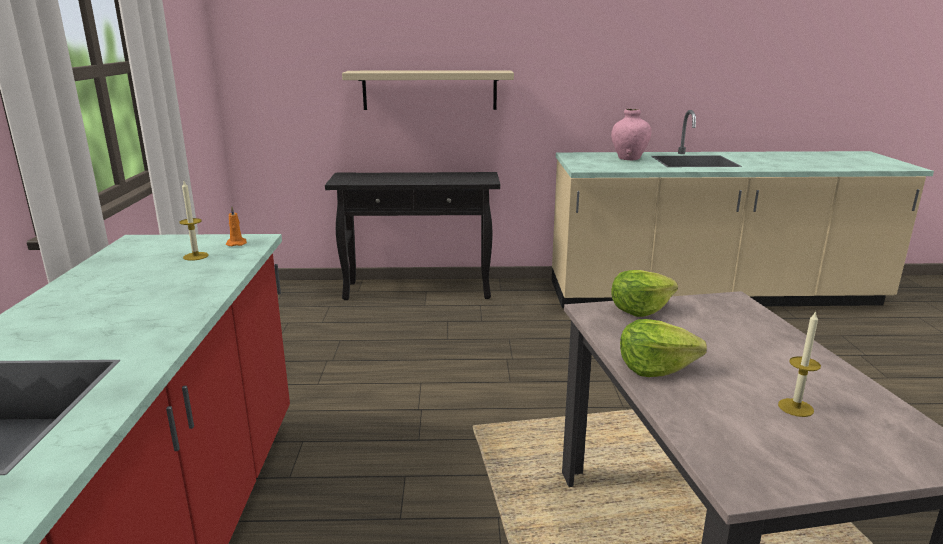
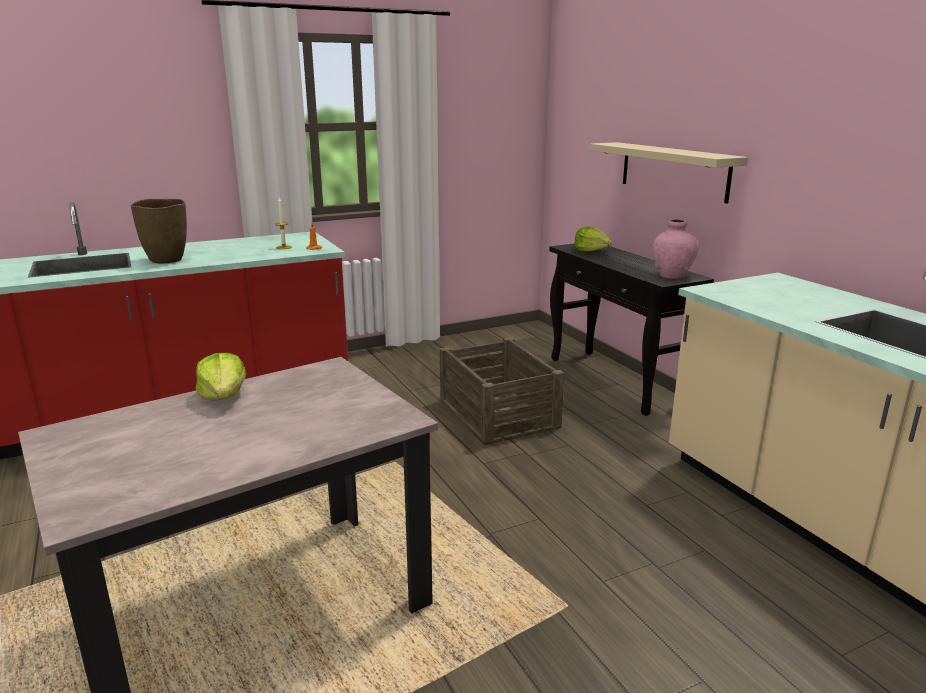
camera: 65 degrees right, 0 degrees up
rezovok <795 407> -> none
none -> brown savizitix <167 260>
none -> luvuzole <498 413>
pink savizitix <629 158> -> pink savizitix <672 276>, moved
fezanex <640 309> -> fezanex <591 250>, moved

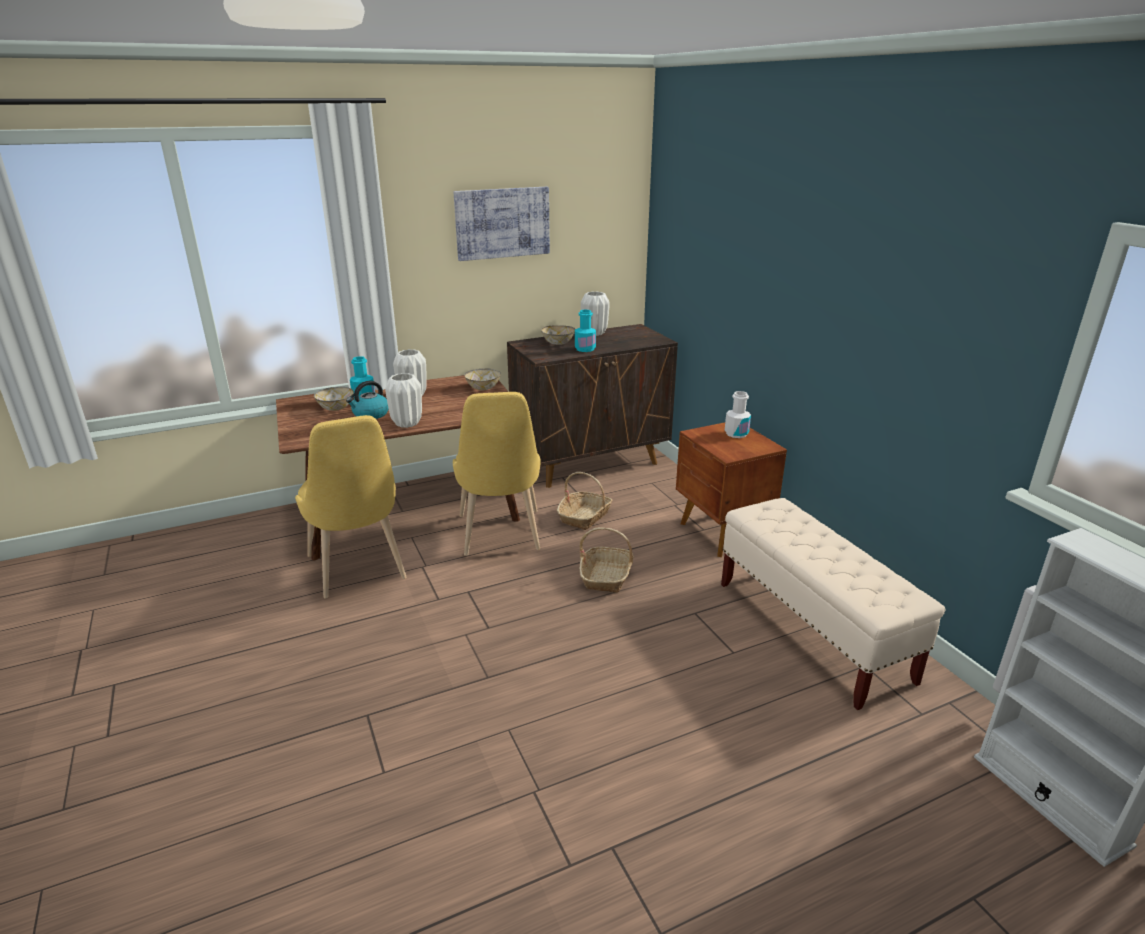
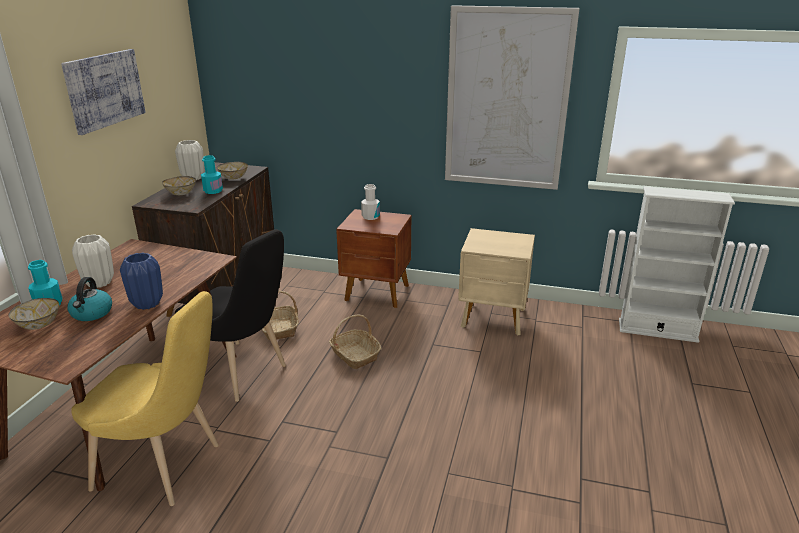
camera: 50 degrees left, 0 degrees up
none -> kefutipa <506 100>
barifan <482 388> -> barifan <233 178>, moved
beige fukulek <811 631> -> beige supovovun <494 319>
white savizitix <407 423> -> blue savizitix <147 304>
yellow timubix <500 536> -> black timubix <241 374>

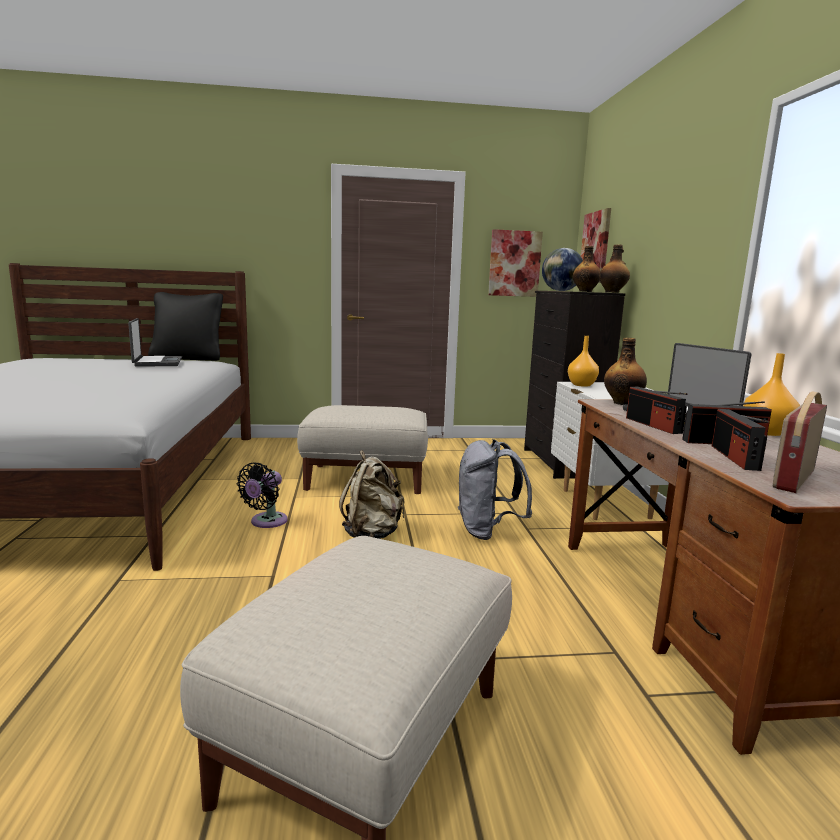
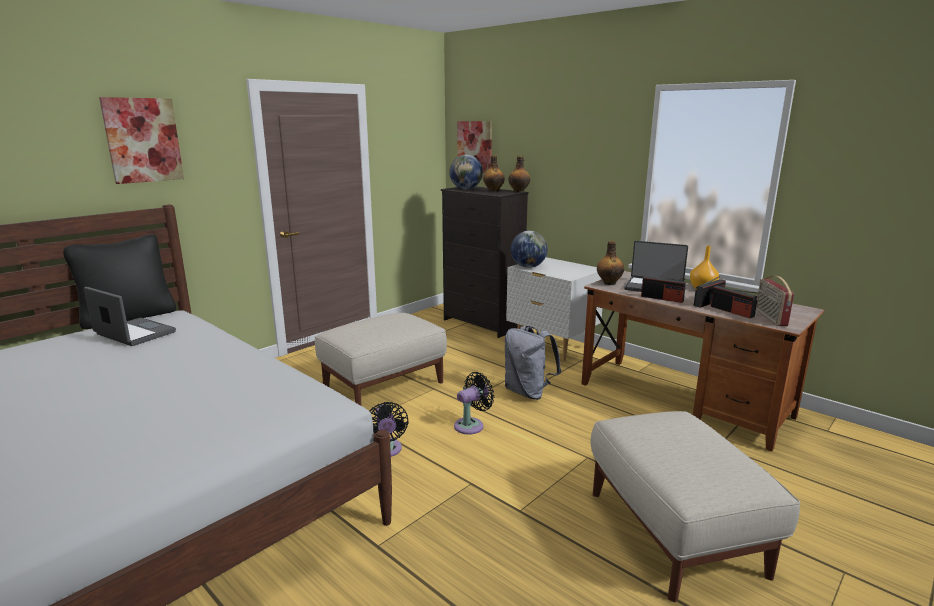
camera: 40 degrees left, 5 degrees up
kefutipa <514 263> -> kefutipa <143 140>, moved
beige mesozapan <372 534> -> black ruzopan <471 425>
orange savizitix <582 385> -> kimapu <528 267>

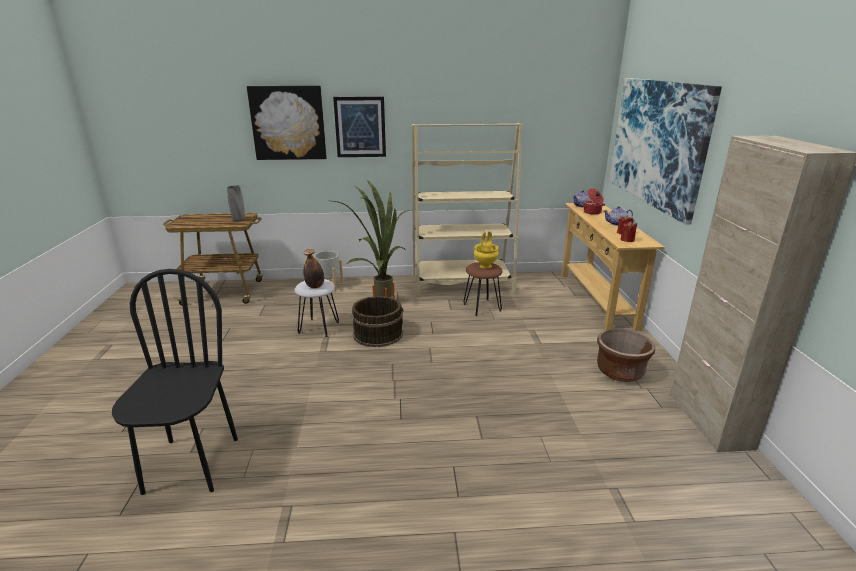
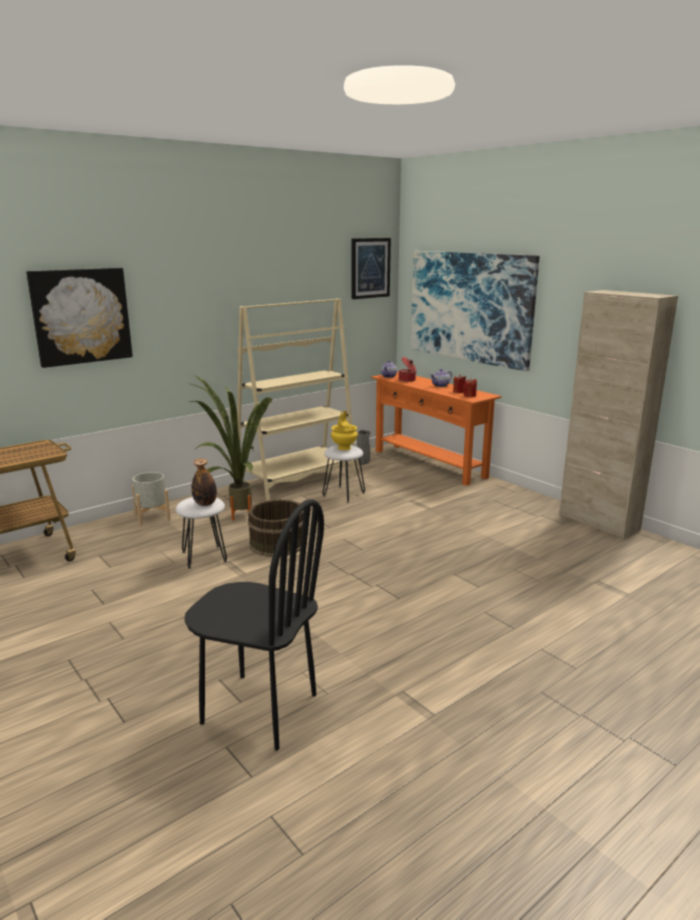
camera: 35 degrees left, 5 degrees down
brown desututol <620 372> -> none
grey savizitix <238 220> -> grey savizitix <363 463>, moved
kefutipa <360 127> -> kefutipa <370 268>, moved
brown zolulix <482 307> -> white zolulix <344 494>
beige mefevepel <597 299> -> orange mefevepel <429 463>
black timubix <191 464> -> black timubix <259 709>, 150 degrees clockwise

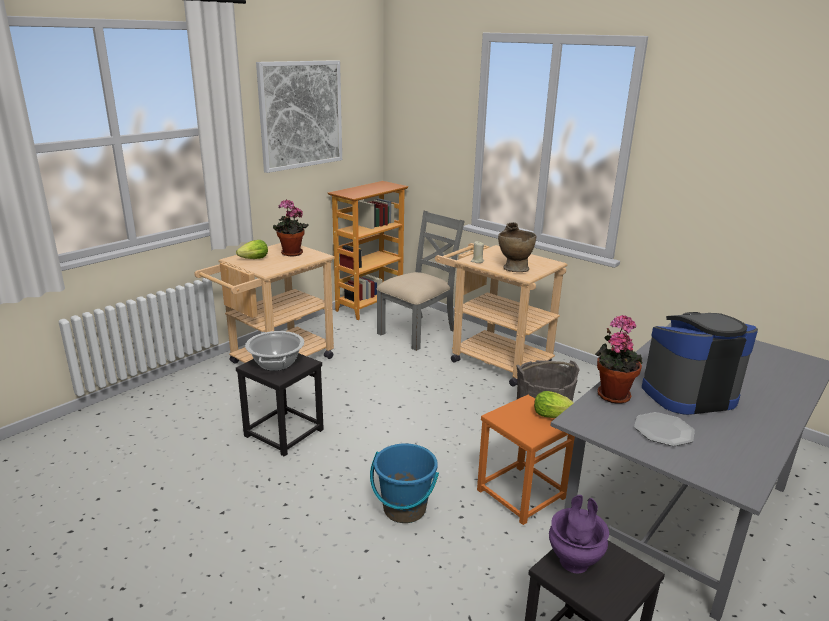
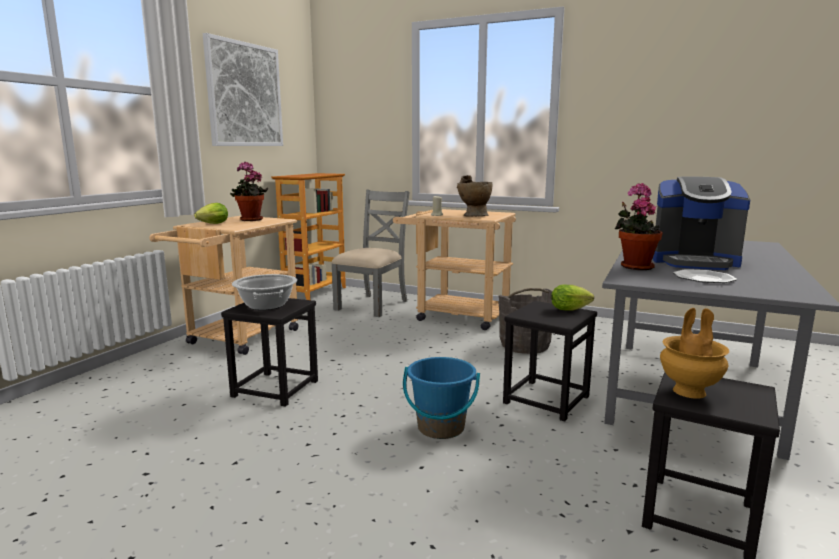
camera: 15 degrees left, 10 degrees down
orange zolulix <521 493> -> black zolulix <545 399>
purple savizitix <575 562> -> brown savizitix <690 391>
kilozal <687 393> -> kilozal <694 261>, 135 degrees counterclockwise

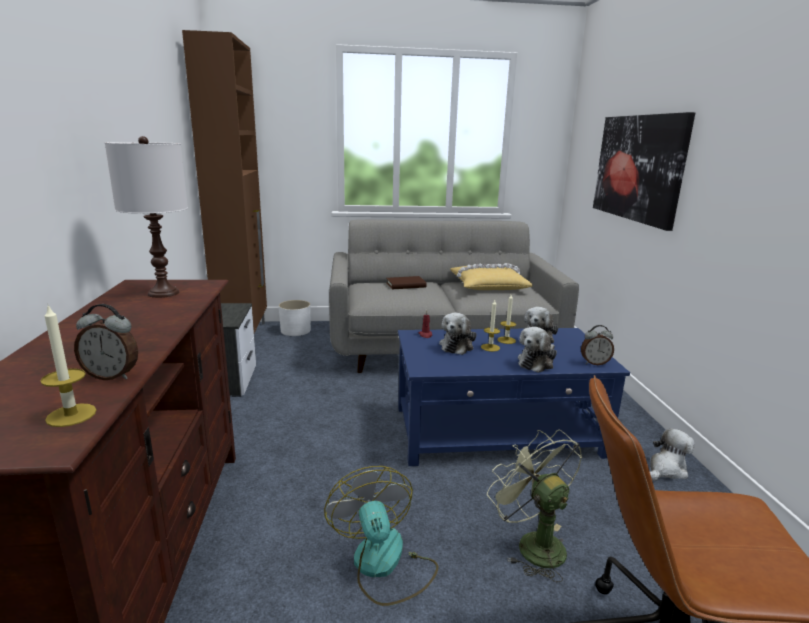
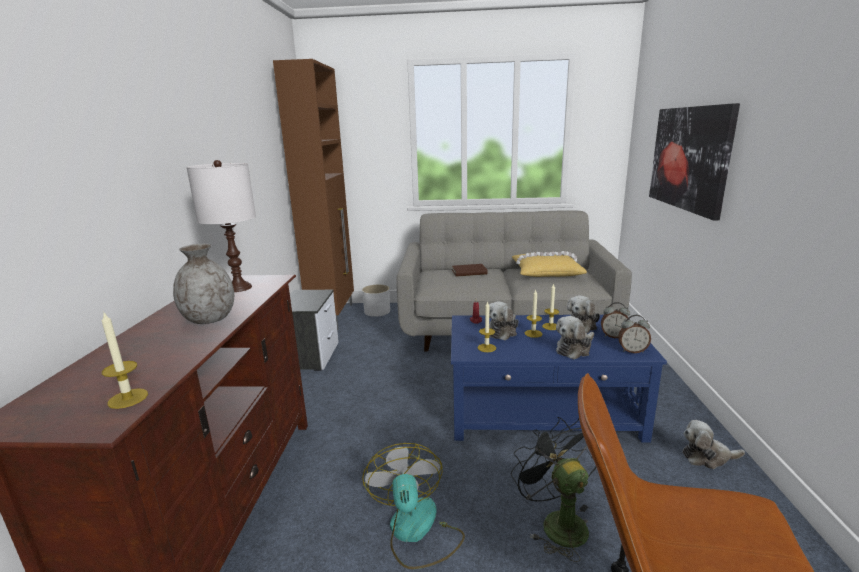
camera: 10 degrees right, 0 degrees up
none -> grey savizitix <209 319>
none -> rezovok <486 348>
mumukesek <112 376> -> mumukesek <614 336>, moved
green ruzopan <532 543> -> black ruzopan <557 522>
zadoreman <666 469> -> zadoreman <707 457>, 150 degrees counterclockwise

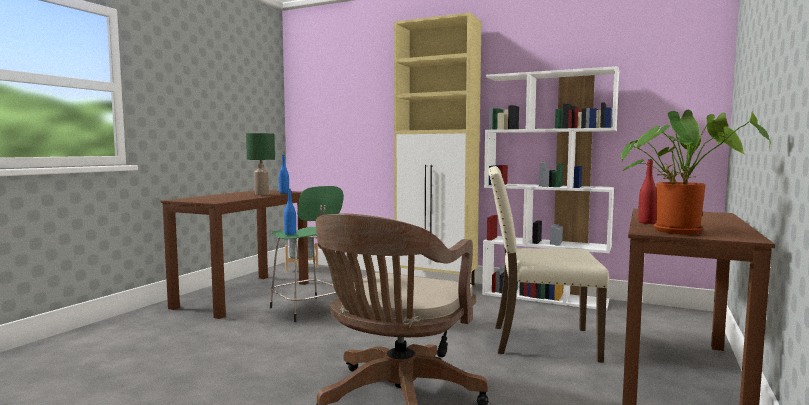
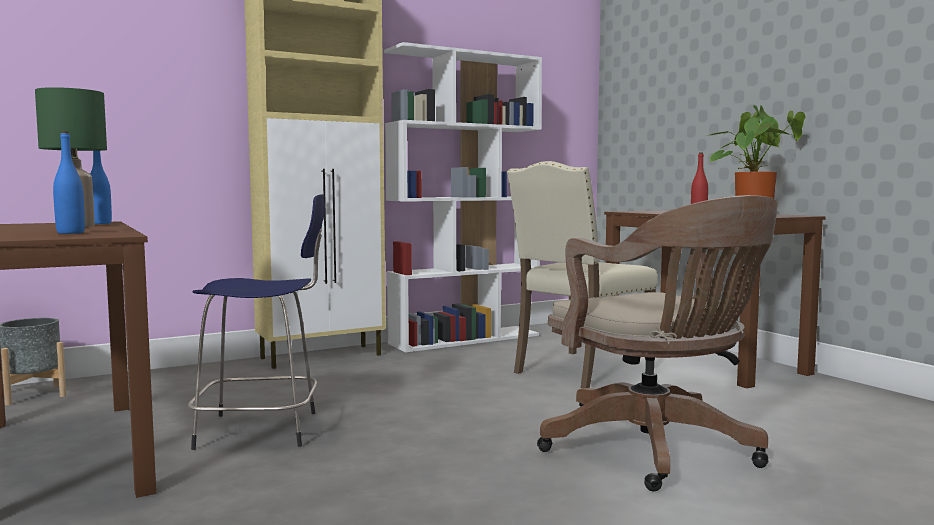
camera: 55 degrees left, 0 degrees up
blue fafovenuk <290 233> -> blue fafovenuk <70 233>, moved
green zolulix <307 310> -> blue zolulix <263 430>

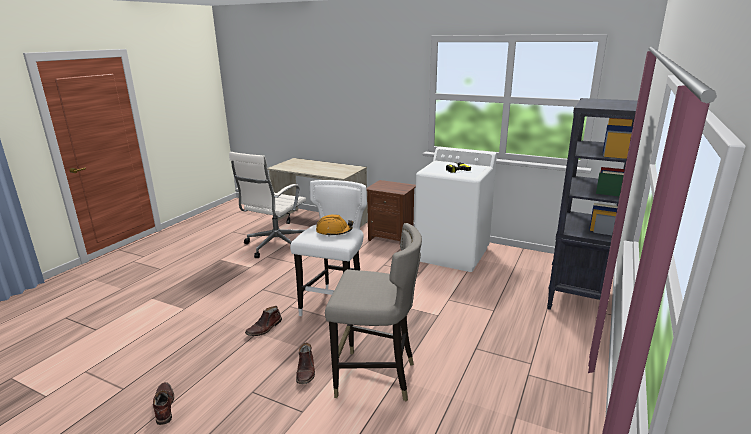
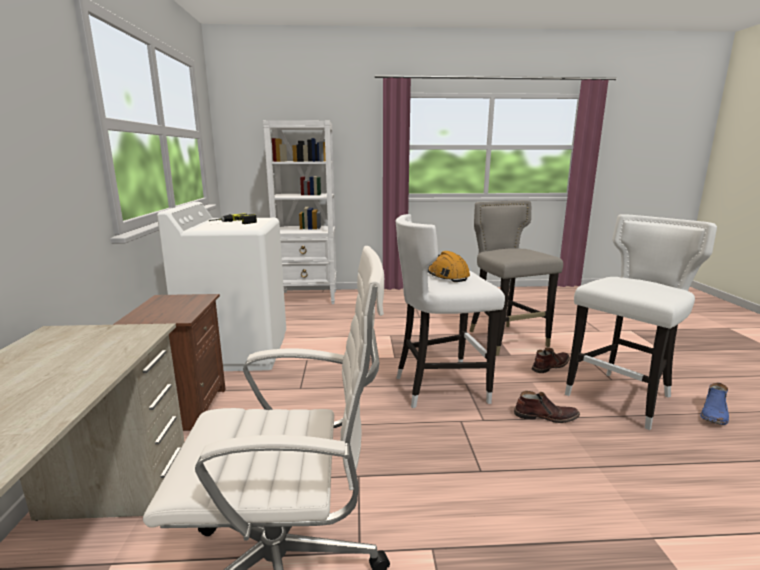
camera: 120 degrees left, 5 degrees down
none -> white zolulix <622 397>
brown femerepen <163 406> -> blue femerepen <714 414>
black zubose <576 299> -> white zubose <308 297>

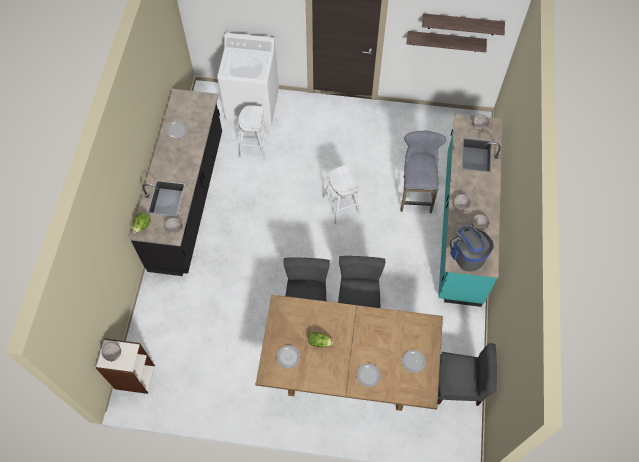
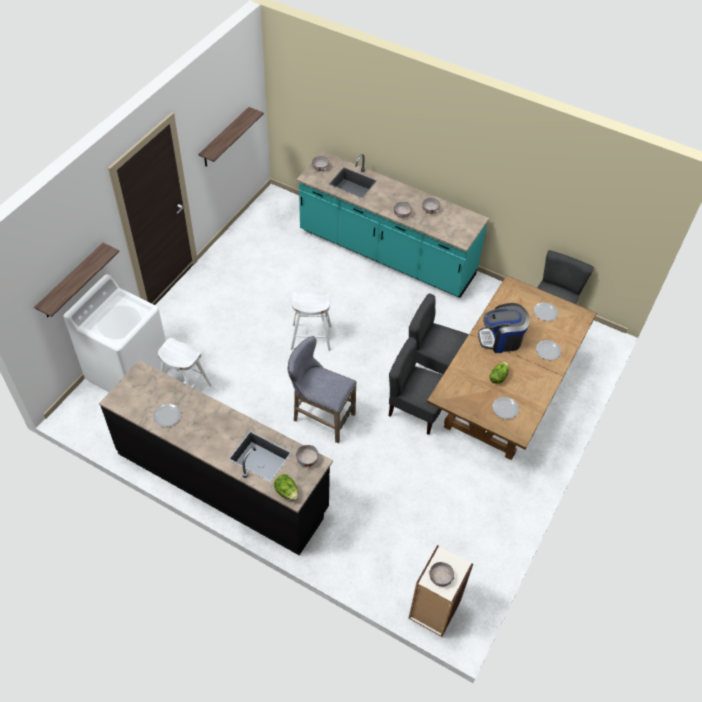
camera: 70 degrees left, 10 degrees down
grey zolulix <416 192> -> grey zolulix <320 417>, moved
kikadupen <462 24> -> kikadupen <72 282>, moved
kilozal <467 255> -> kilozal <501 339>, moved

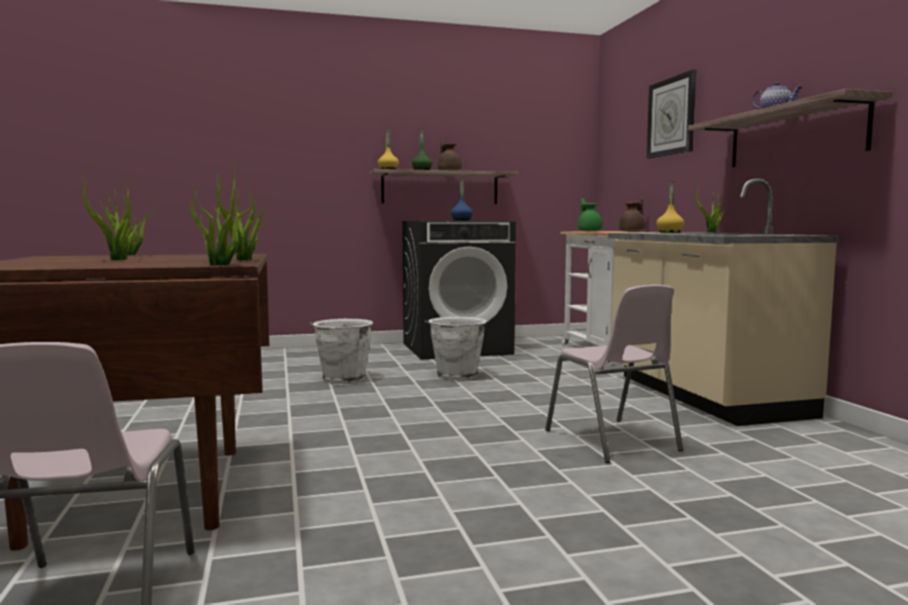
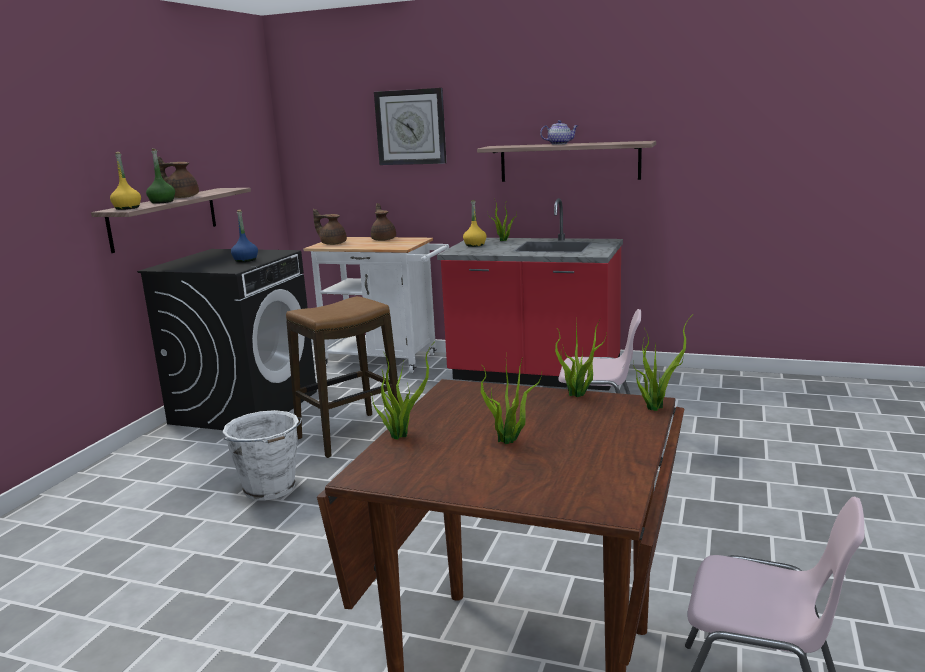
camera: 55 degrees left, 10 degrees up
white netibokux <456 376> -> zolulix <350 435>
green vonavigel <589 231> -> brown vonavigel <332 243>
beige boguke <701 395> -> red boguke <534 375>

